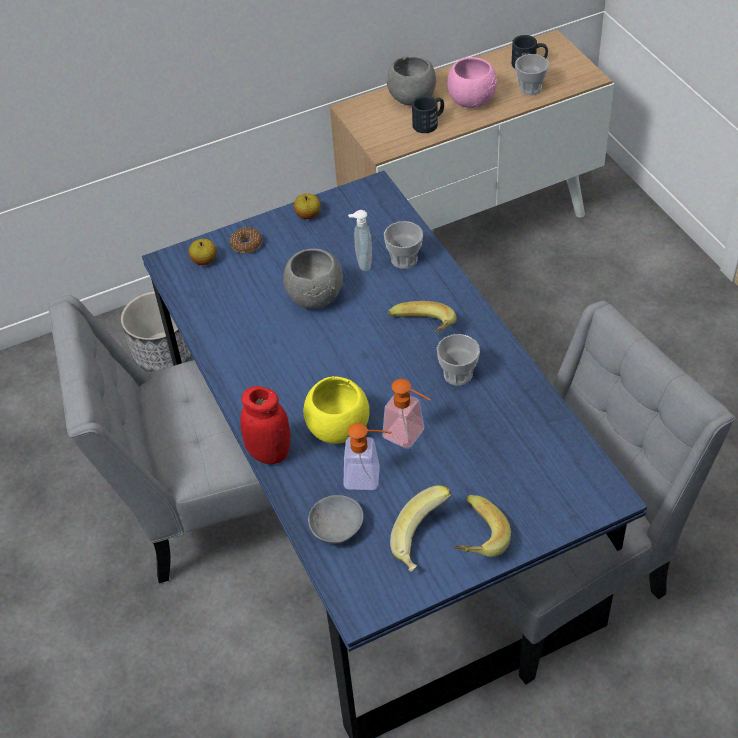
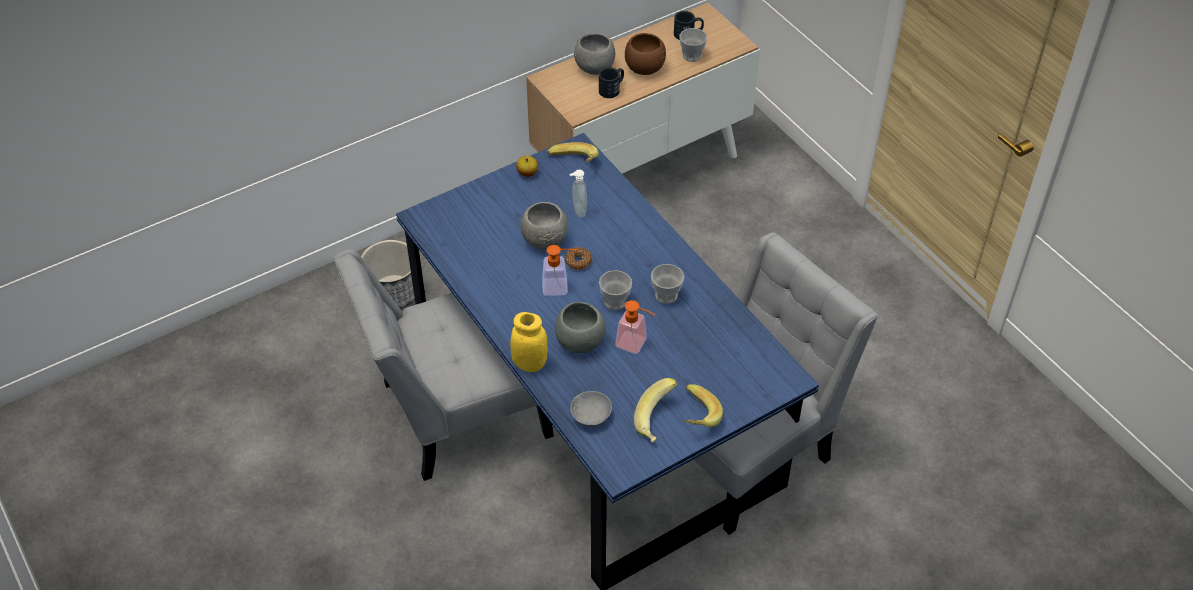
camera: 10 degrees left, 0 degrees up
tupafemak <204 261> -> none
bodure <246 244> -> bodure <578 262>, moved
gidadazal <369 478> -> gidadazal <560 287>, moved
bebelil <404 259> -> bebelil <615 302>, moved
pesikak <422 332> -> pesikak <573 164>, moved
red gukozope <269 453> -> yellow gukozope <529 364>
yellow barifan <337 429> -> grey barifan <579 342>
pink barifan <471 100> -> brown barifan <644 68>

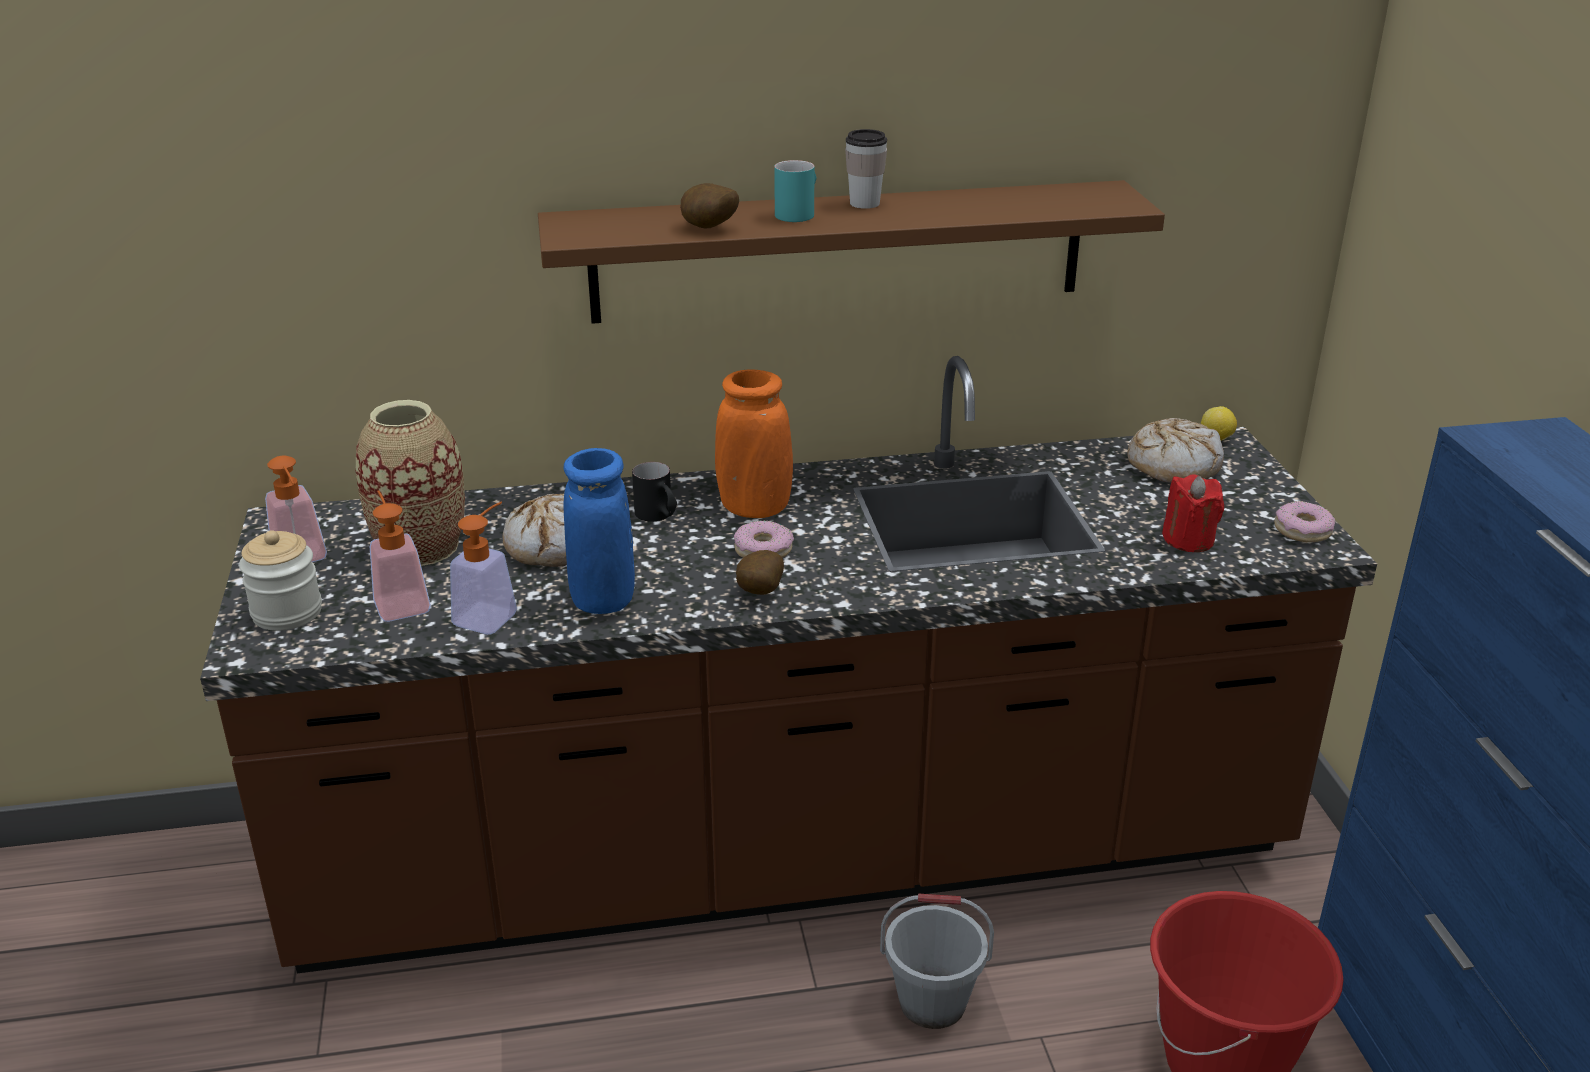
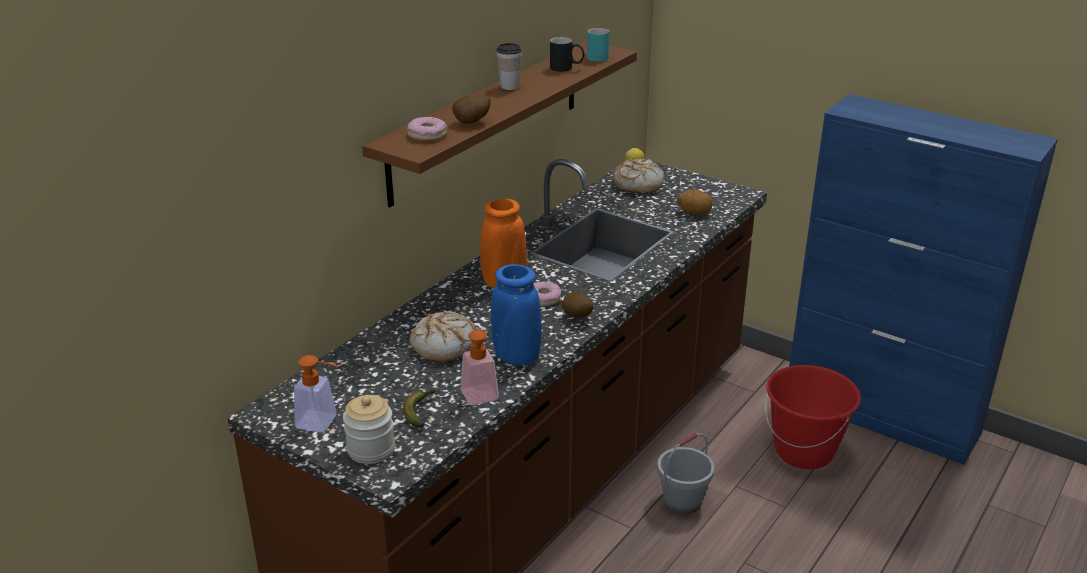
camera: 45 degrees left, 0 degrees up
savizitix <420 547> -> none
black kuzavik <658 516> -> black kuzavik <567 68>, moved
turquoise kuzavik <799 212> -> turquoise kuzavik <595 56>, moved
bodure <1302 530> -> bodure <427 135>, moved
gidadazal <400 601> -> pesikak <420 411>
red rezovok <1188 539> -> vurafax <694 213>

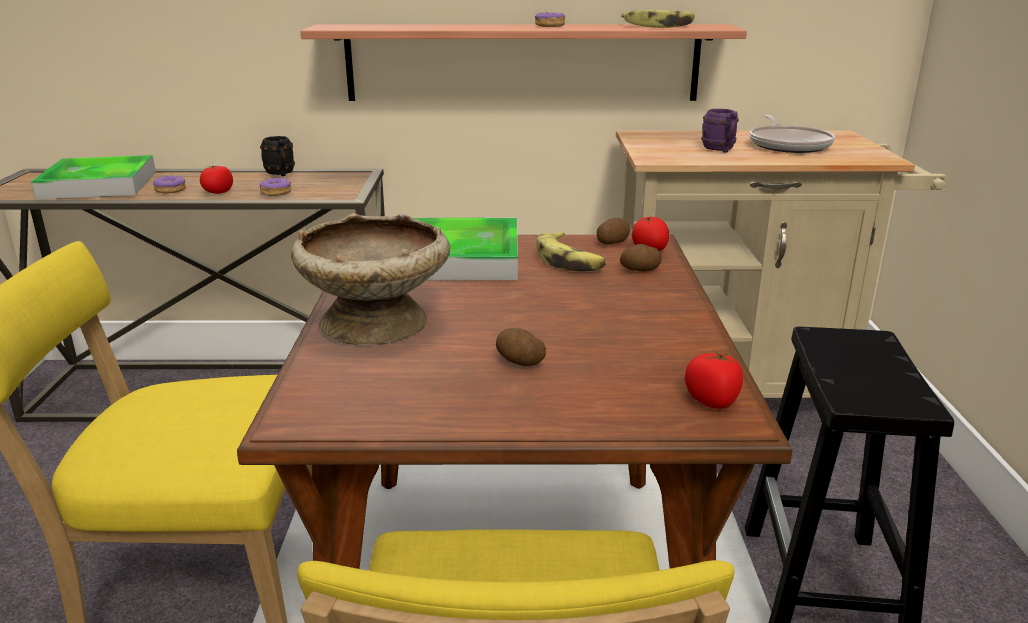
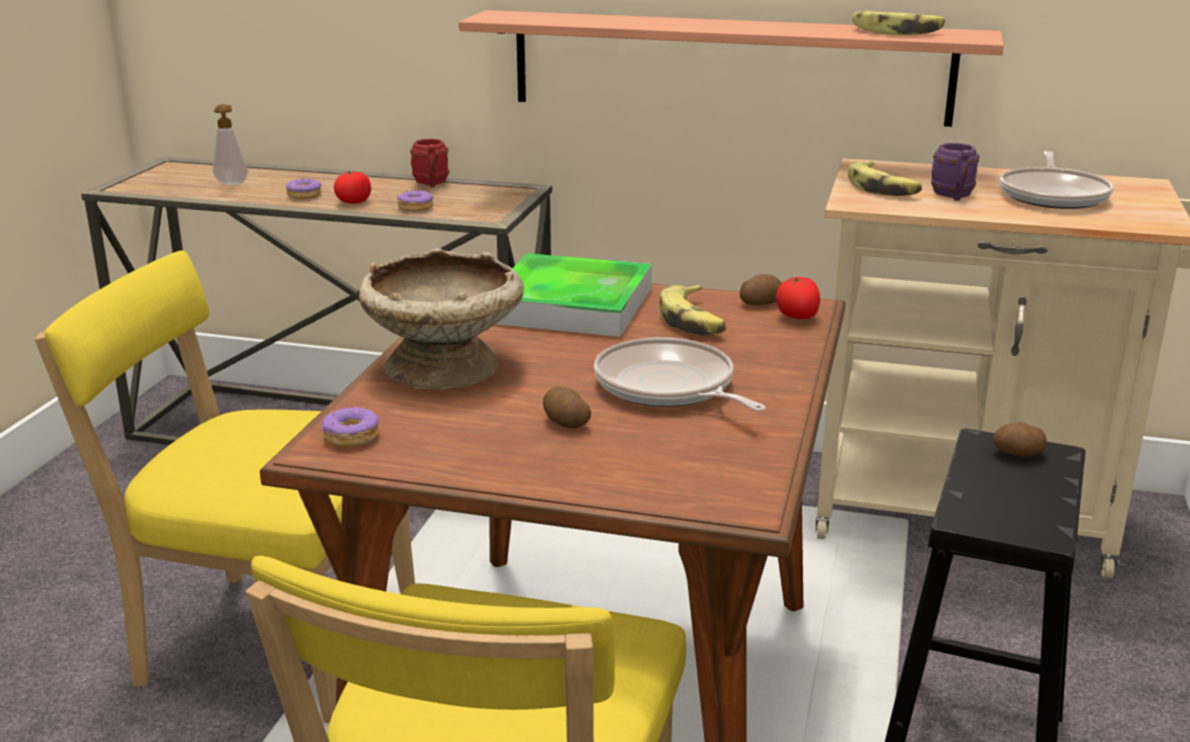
camera: 15 degrees right, 0 degrees up
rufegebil <712 401> -> none
none -> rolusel <668 387>
none -> pesikak <882 188>
bodure <549 26> -> bodure <351 437>, moved
vurafax <640 270> -> vurafax <1018 454>, moved
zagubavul <99 184> -> gidadazal <232 182>
black kuzavik <281 173> -> red kuzavik <431 183>

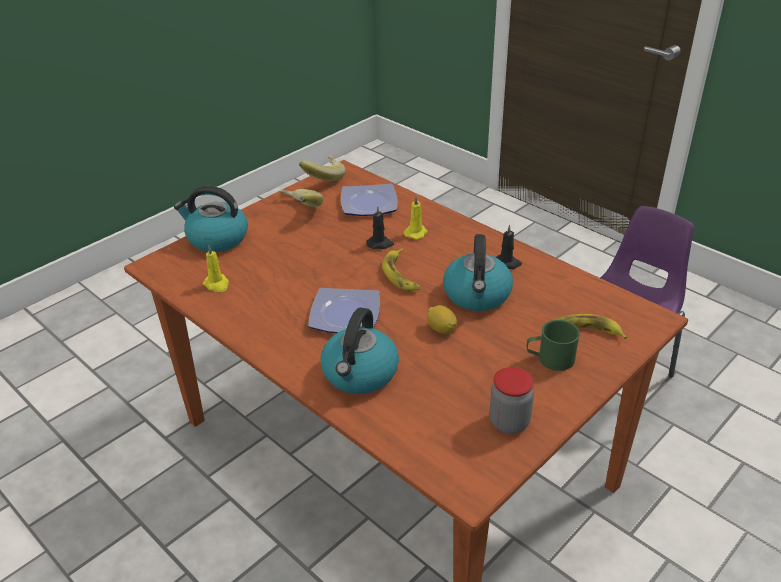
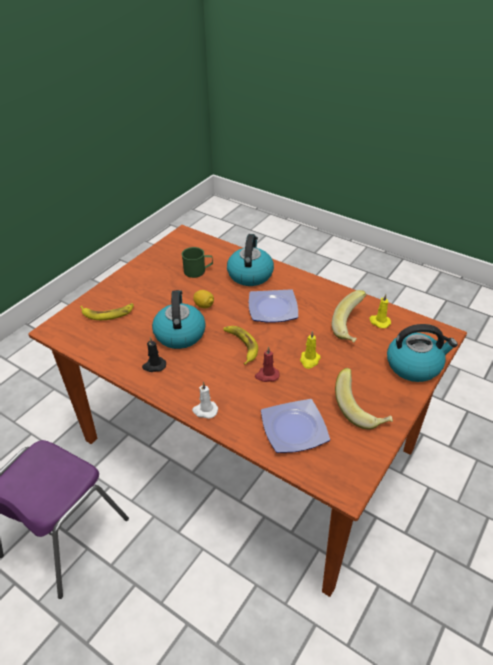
camera: 170 degrees right, 5 degrees up
gukozope <509 422> -> none
none -> white rezovok <205 410>
pesikak <322 178> -> pesikak <351 328>, moved
yellow rezovok <416 233> -> yellow rezovok <309 360>, moved
green kuzavik <550 359> -> green kuzavik <198 271>, moved
black rezovok <380 244> -> red rezovok <266 375>

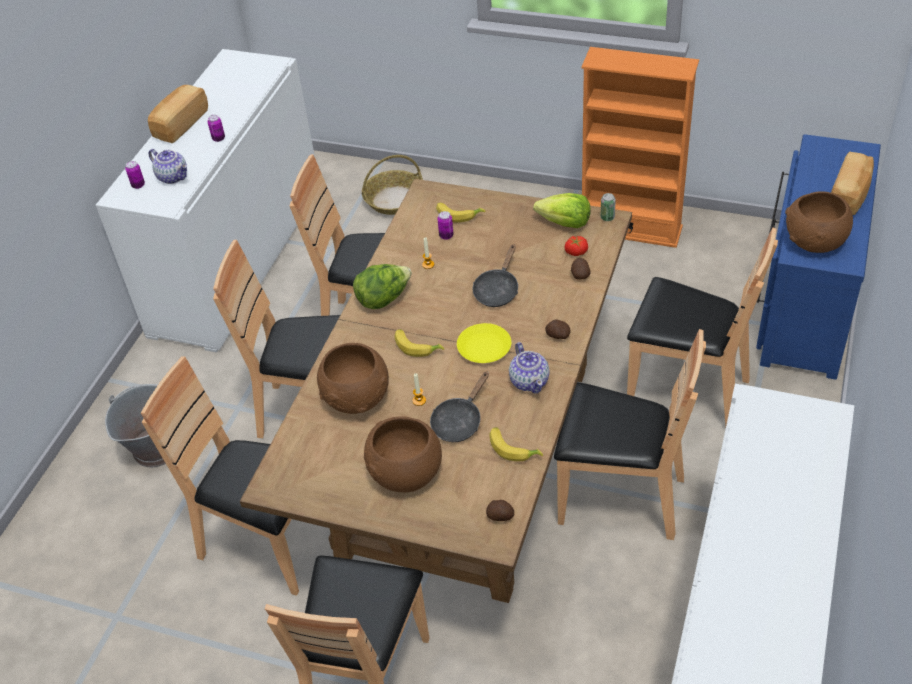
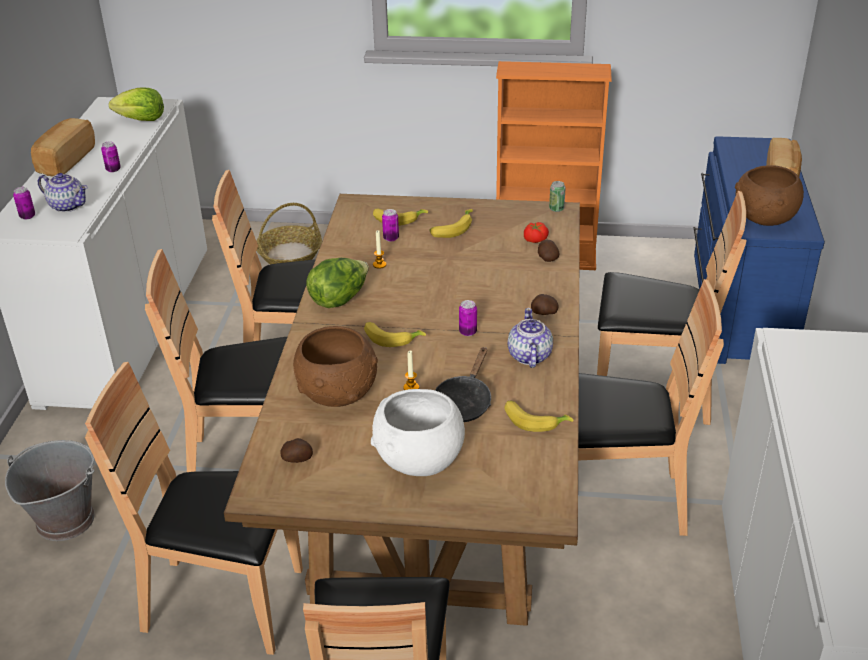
camera: 15 degrees left, 10 degrees down
black rolusel <497 290> -> none
none -> pesikak <452 229>
vurafax <500 516> -> vurafax <297 459>, moved
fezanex <564 223> -> fezanex <141 120>, moved
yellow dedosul <484 348> -> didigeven <468 332>
brown barifan <404 474> -> white barifan <417 460>
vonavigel <529 381> -> vonavigel <529 356>, 150 degrees counterclockwise

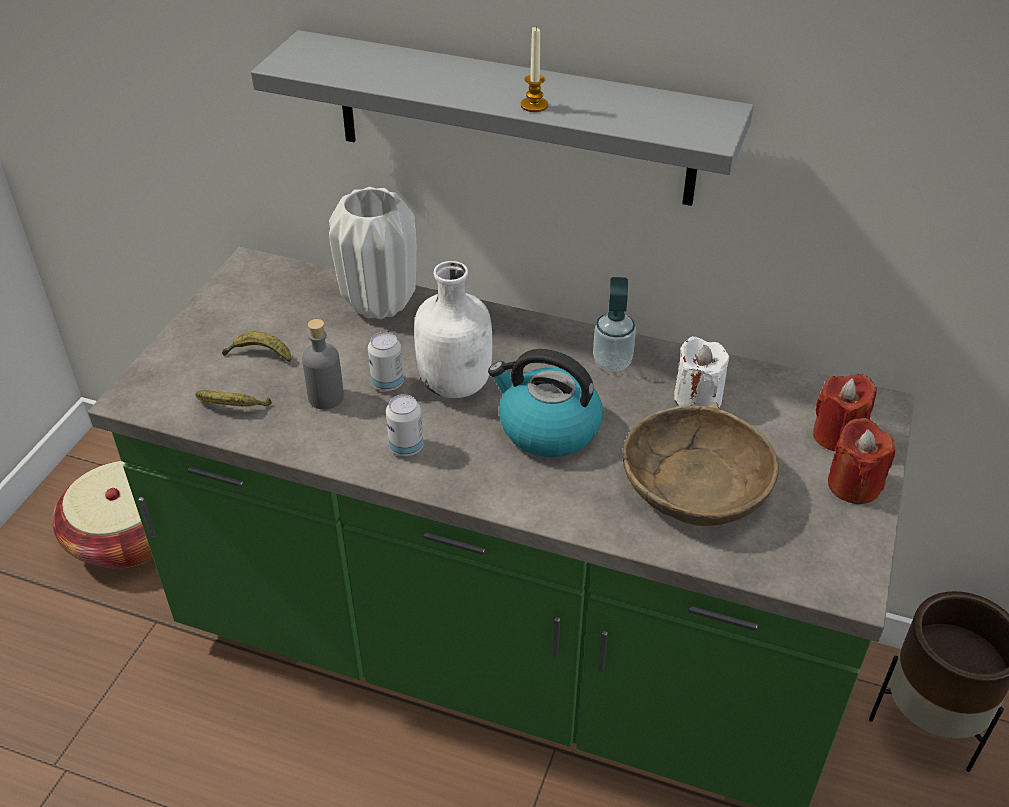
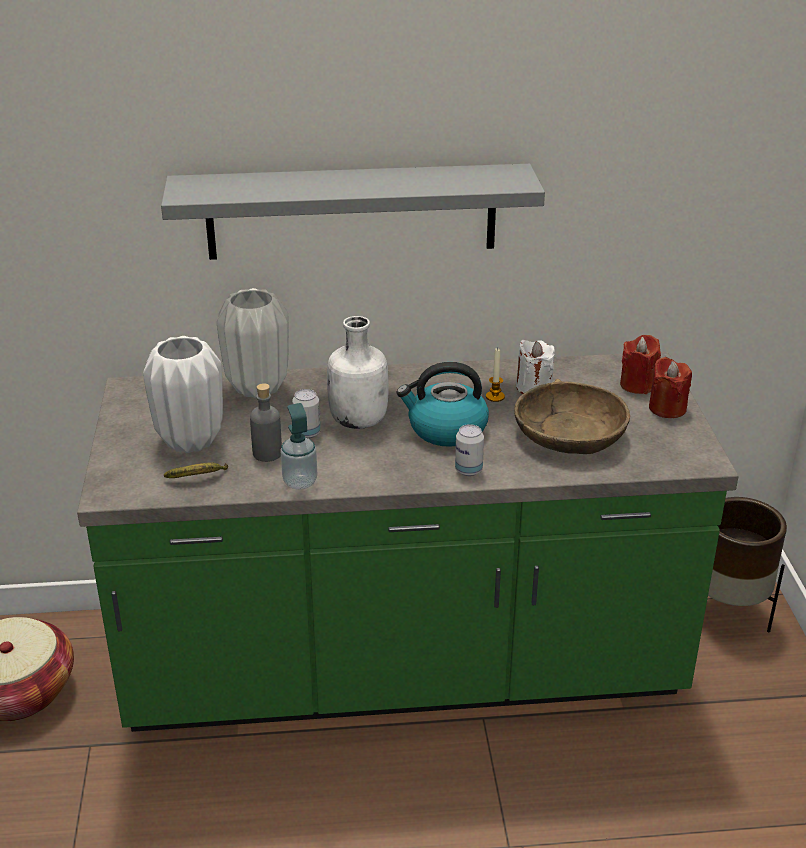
camera: 25 degrees left, 10 degrees down
didigeven <406 447> -> didigeven <468 470>, moved
rezovok <534 105> -> rezovok <495 397>, moved
gidadazal <612 362> -> gidadazal <300 482>, moved
pesikak <259 355> -> white savizitix <190 441>

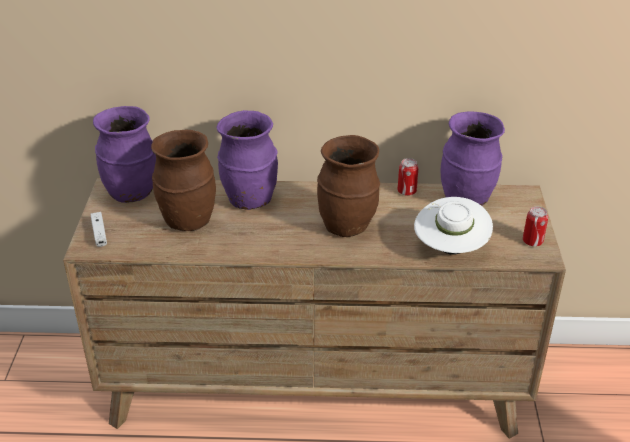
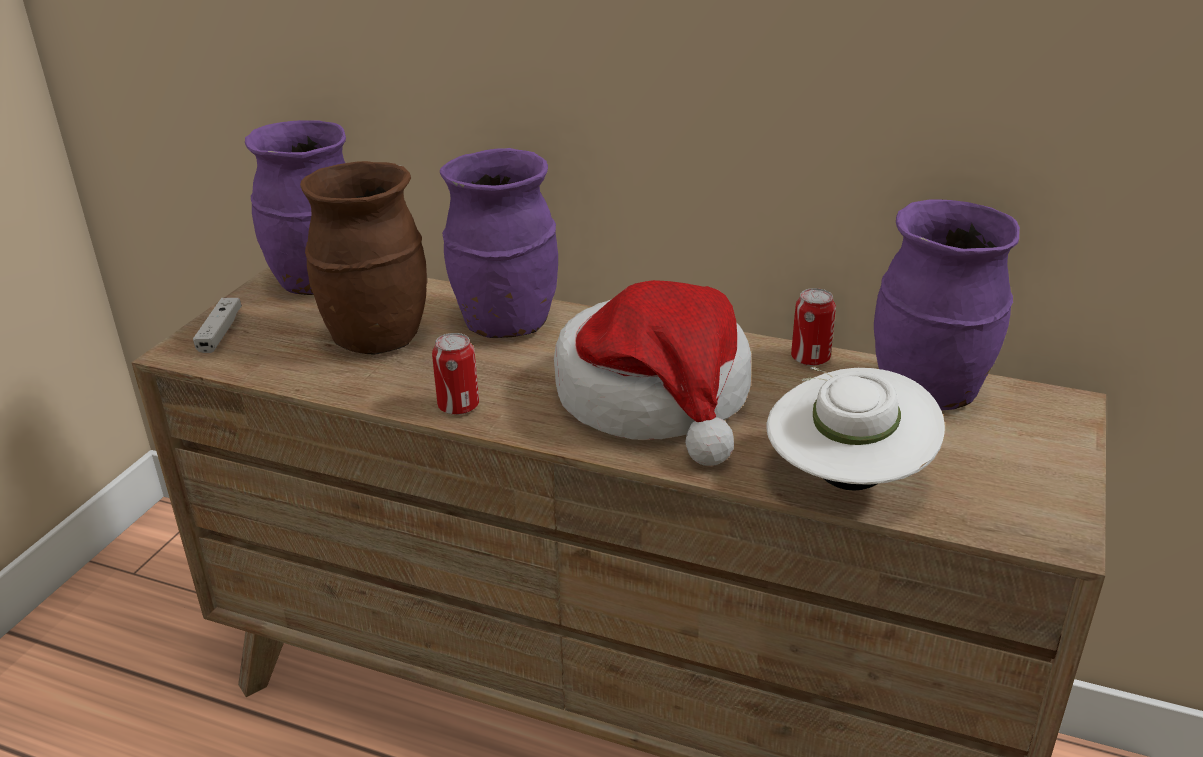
camera: 20 degrees right, 5 degrees down
didigeven <532 241> -> didigeven <458 406>, moved
brown savizitix <347 226> -> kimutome <656 398>

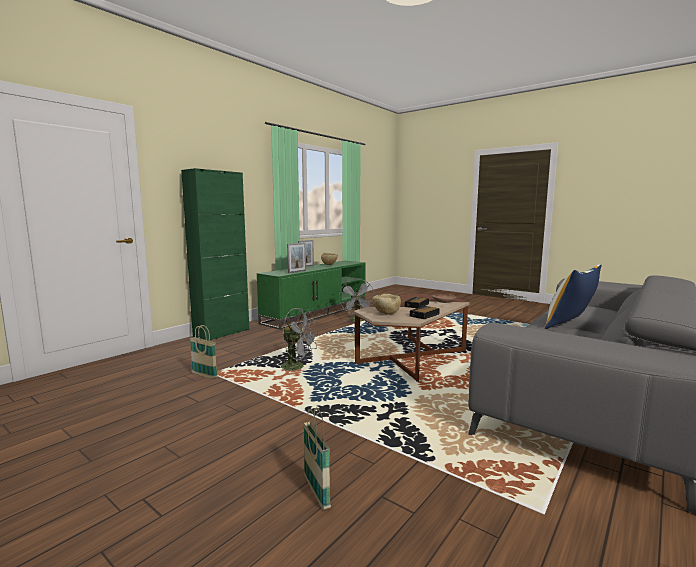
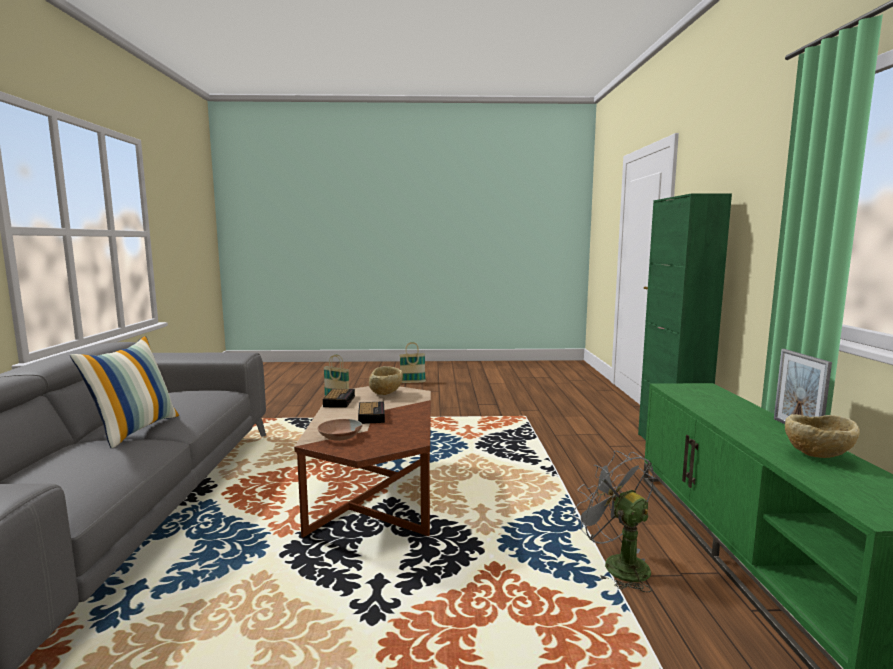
camera: 140 degrees right, 0 degrees up
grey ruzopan <297 367> -> none
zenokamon <297 271> -> none
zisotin <204 375> -> zisotin <412 382>, moved

